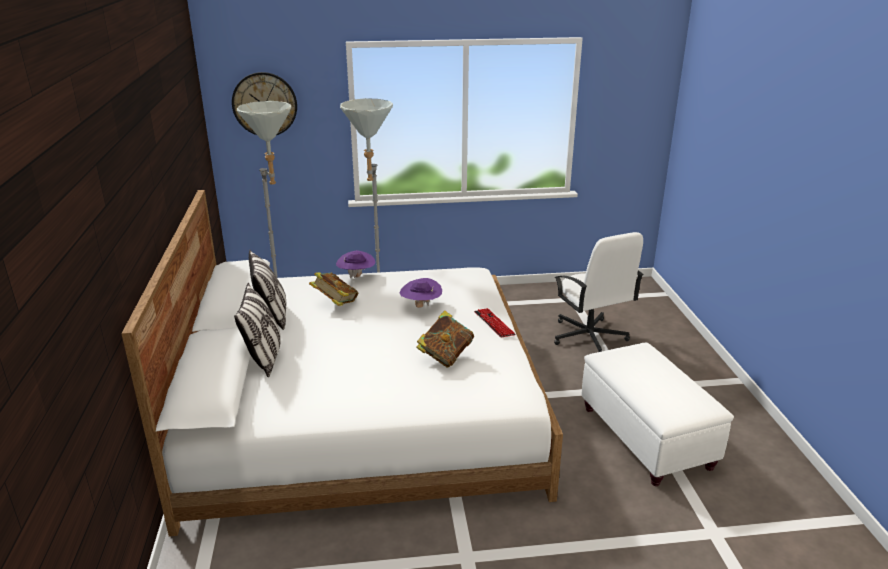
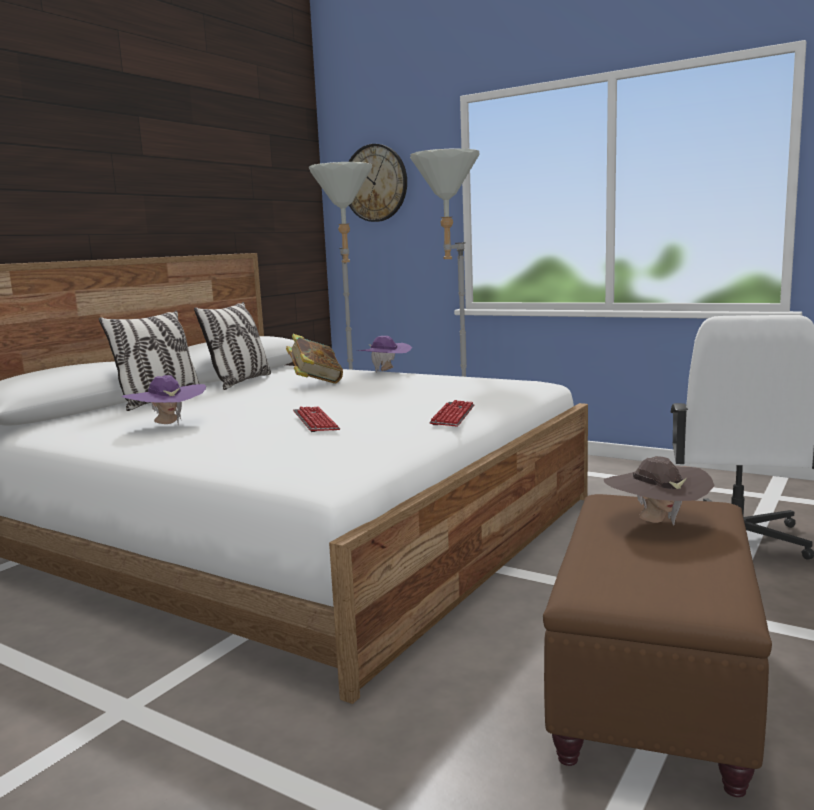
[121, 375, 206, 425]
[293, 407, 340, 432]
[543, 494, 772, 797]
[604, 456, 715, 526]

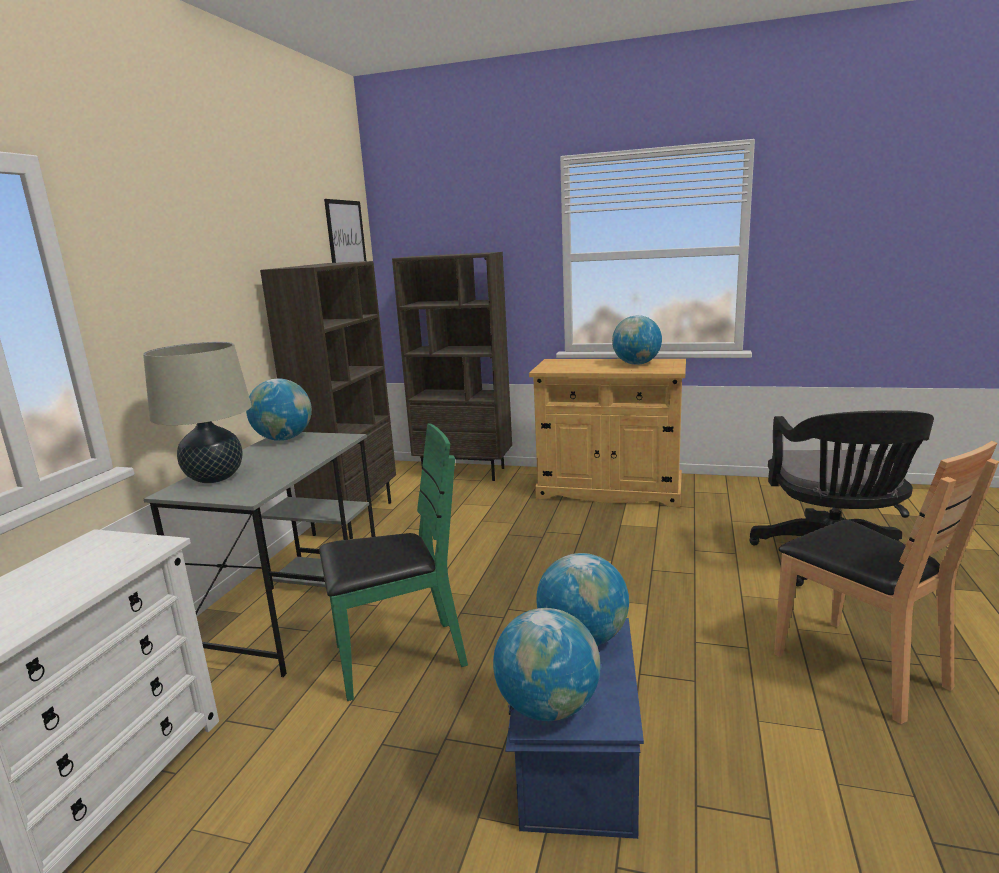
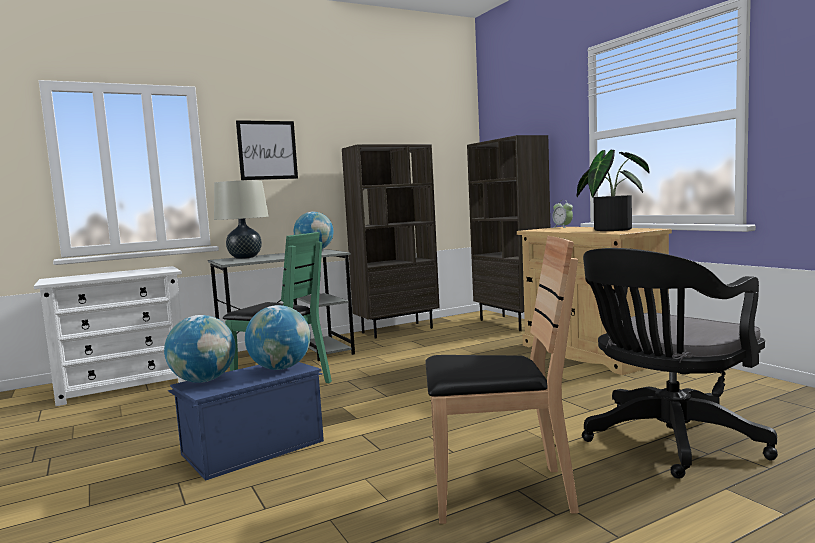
[236, 120, 298, 180]
[426, 236, 579, 524]
[552, 201, 573, 228]
[576, 150, 650, 231]

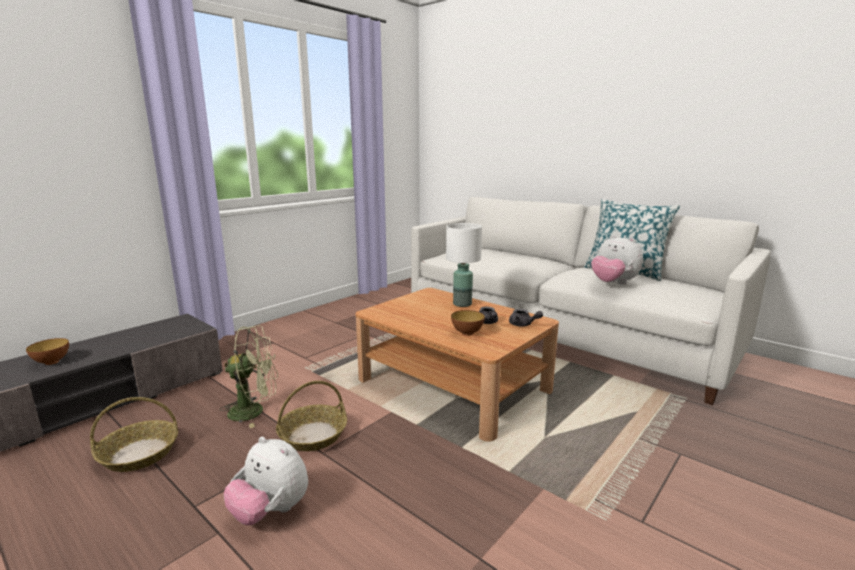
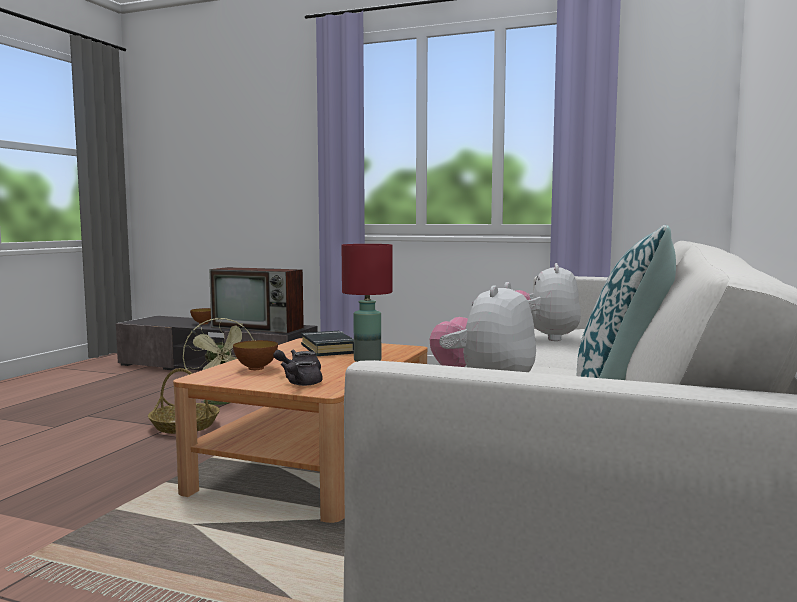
[209, 267, 304, 333]
[301, 331, 354, 356]
[342, 244, 392, 362]
[516, 263, 581, 341]
[90, 397, 178, 472] (first image)

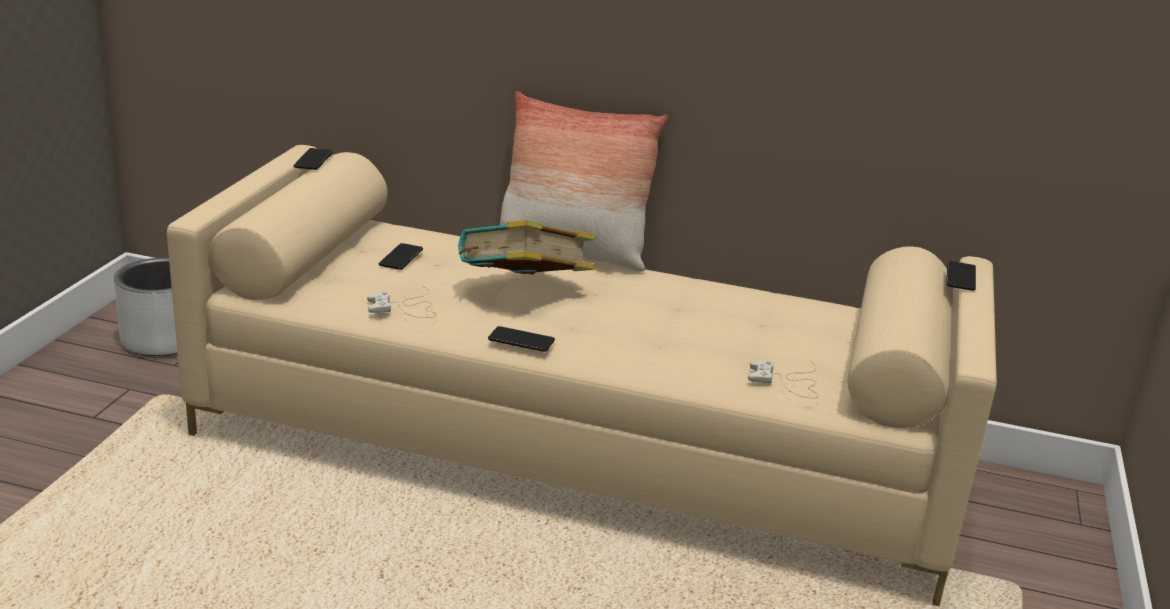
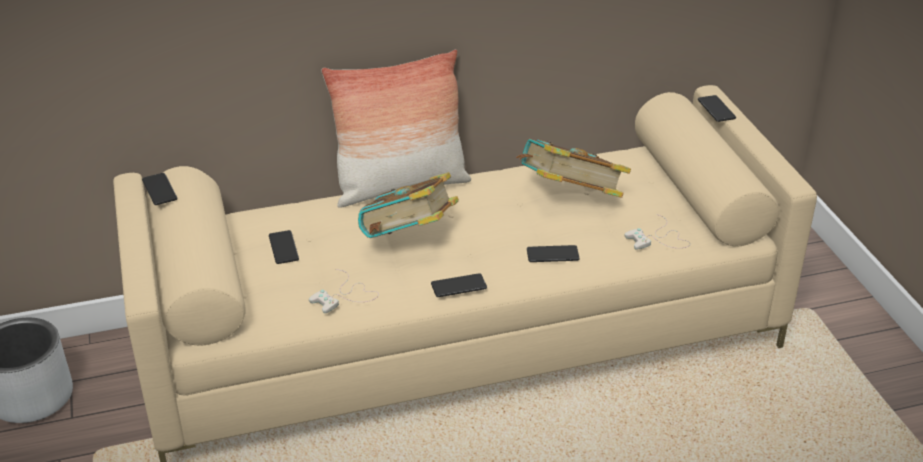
[516, 139, 631, 198]
[527, 245, 580, 262]

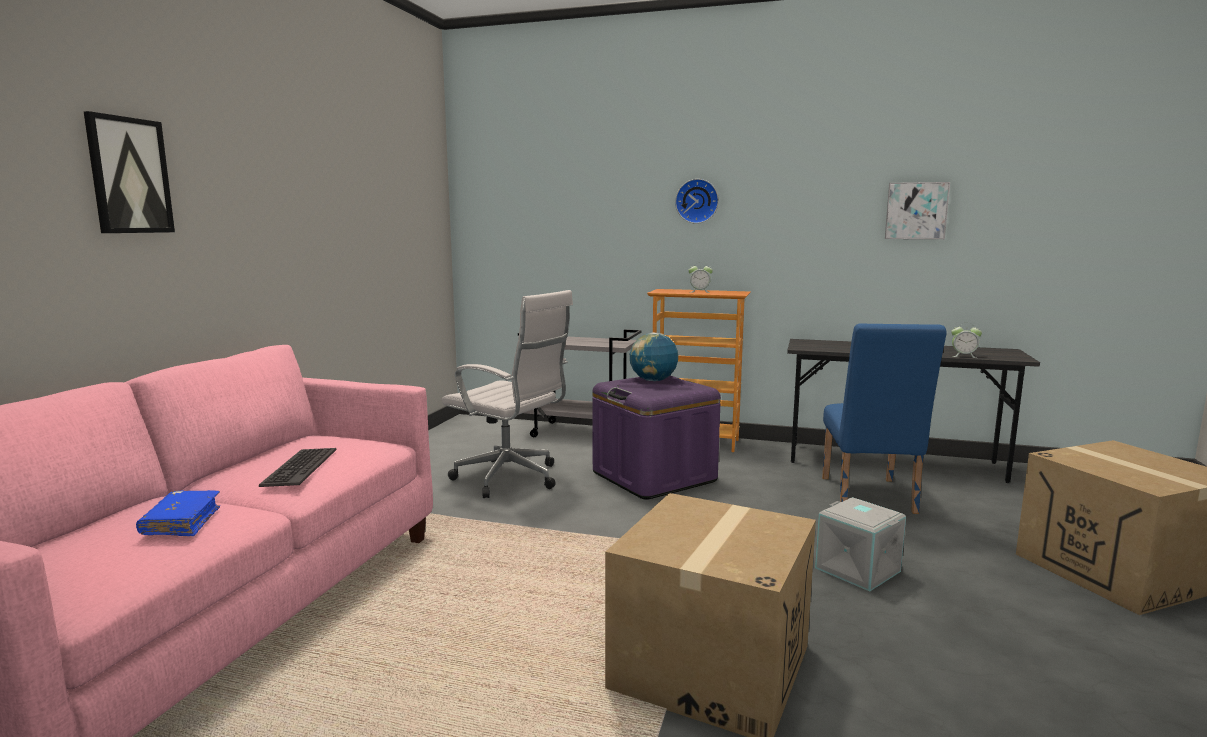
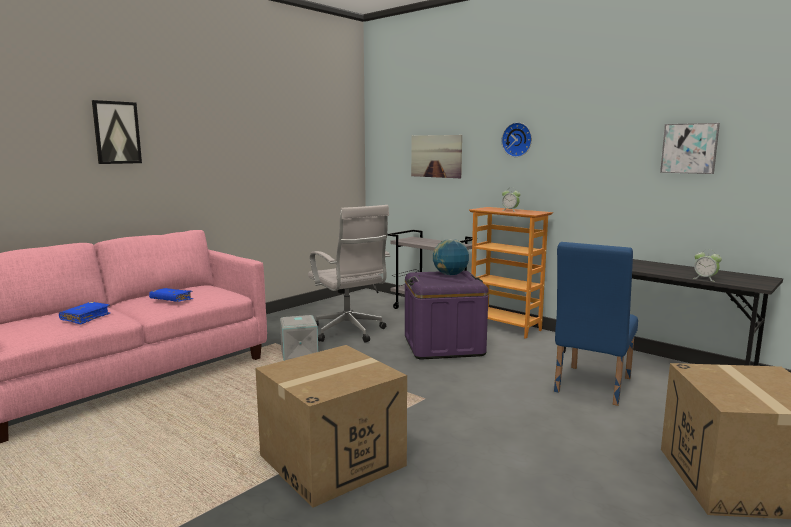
[149, 288, 193, 302]
[280, 315, 318, 361]
[411, 135, 462, 178]

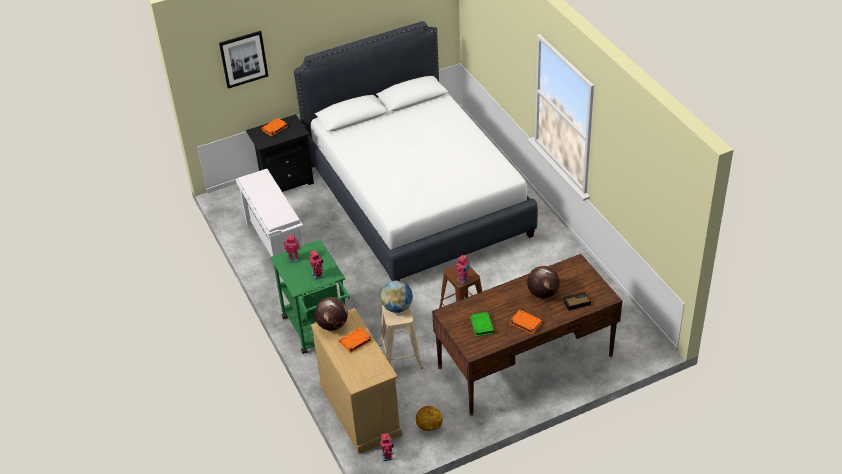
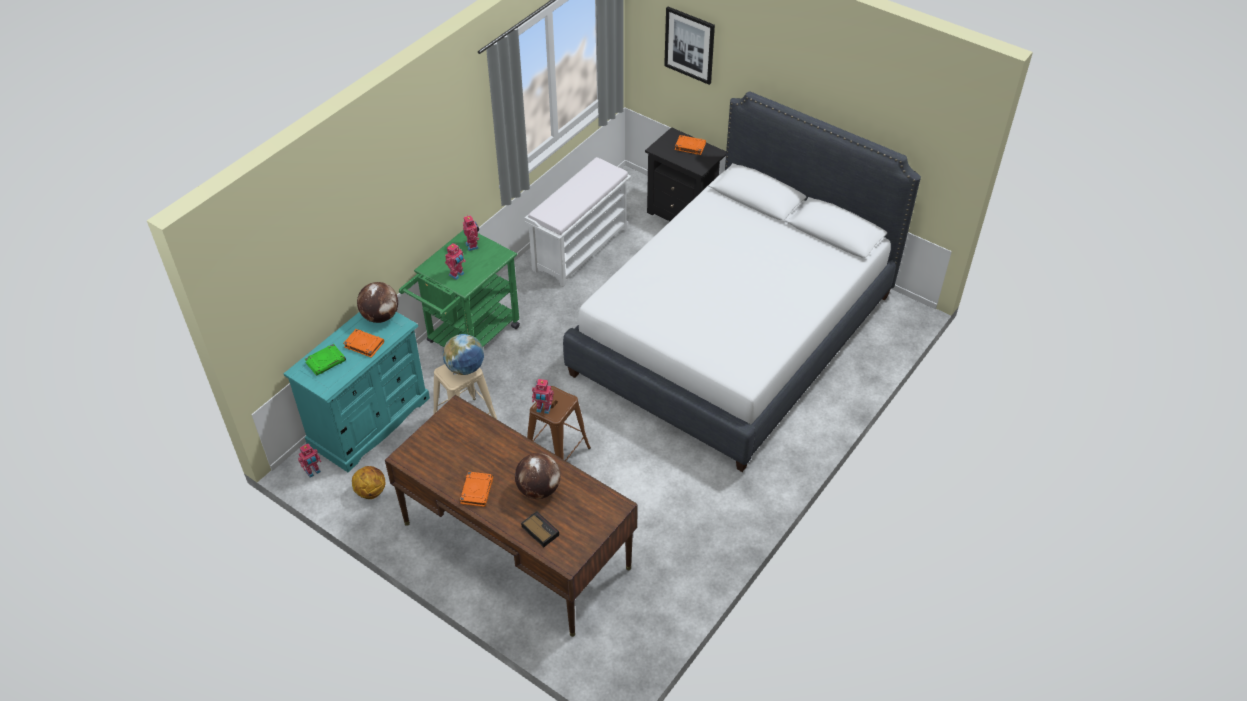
[283, 312, 430, 472]
[305, 344, 346, 376]

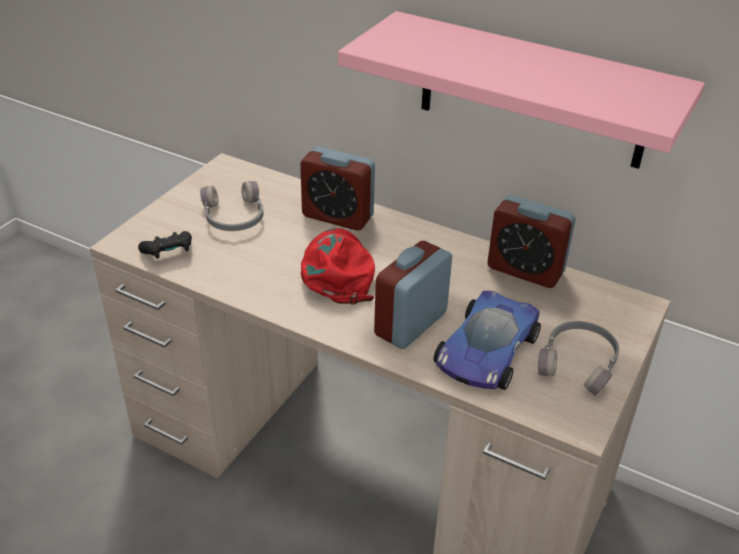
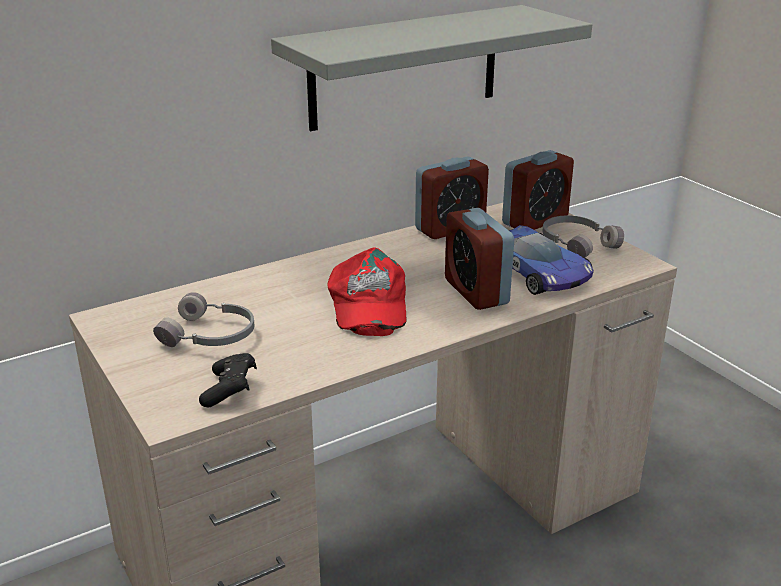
[271, 5, 592, 131]
[327, 247, 407, 336]
[502, 150, 574, 230]

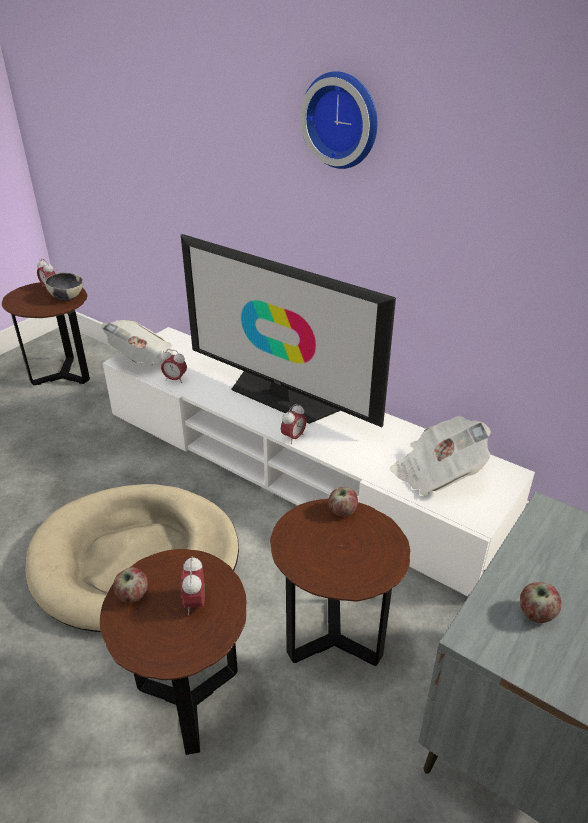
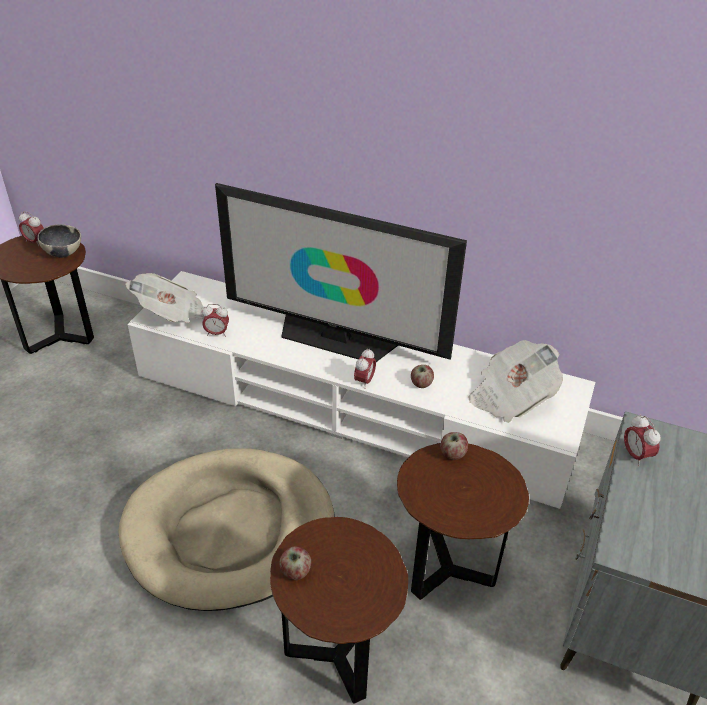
[411, 365, 434, 388]
[624, 415, 661, 466]
[300, 71, 377, 169] (first image)

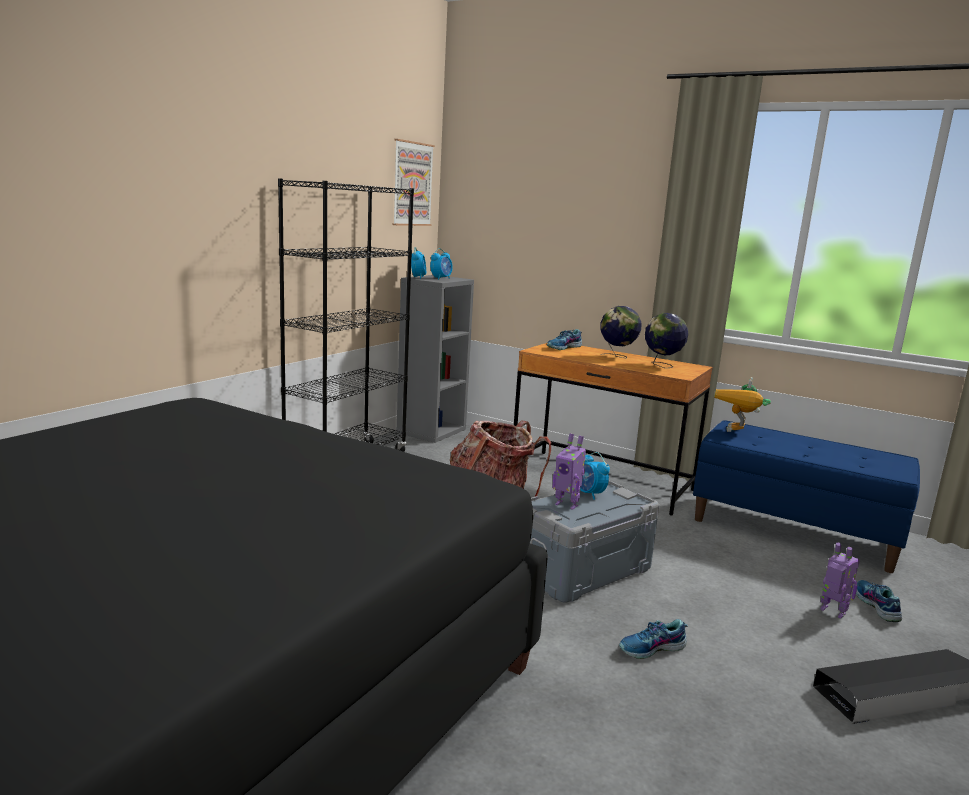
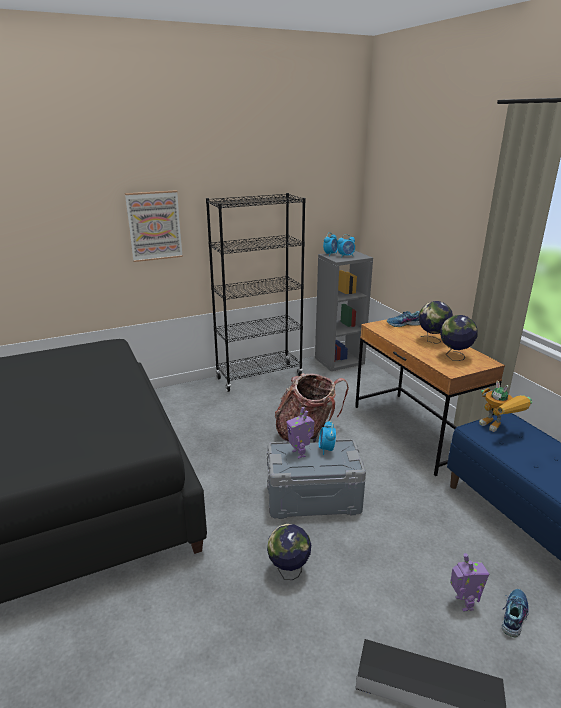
[125, 190, 183, 262]
[267, 524, 311, 580]
[479, 381, 532, 432]

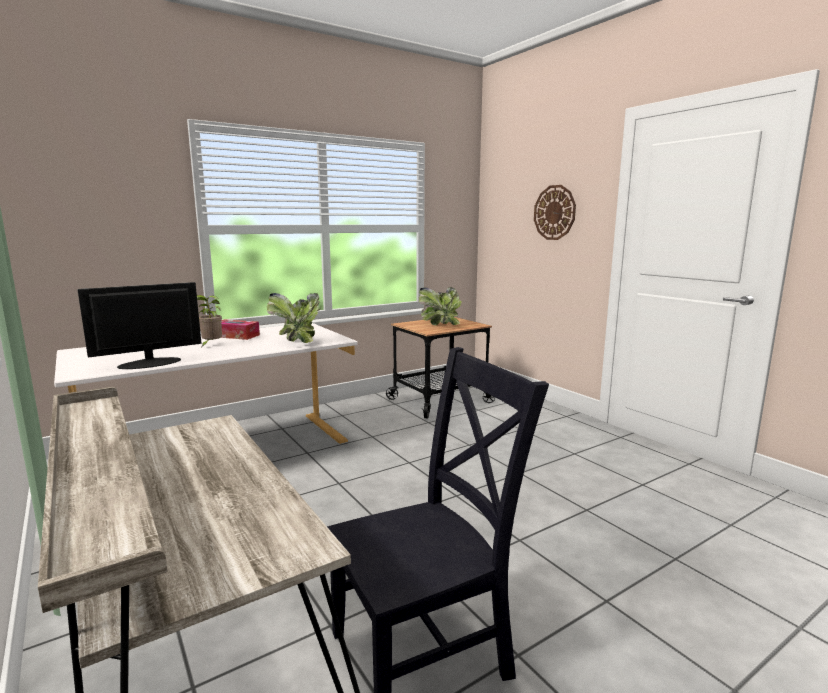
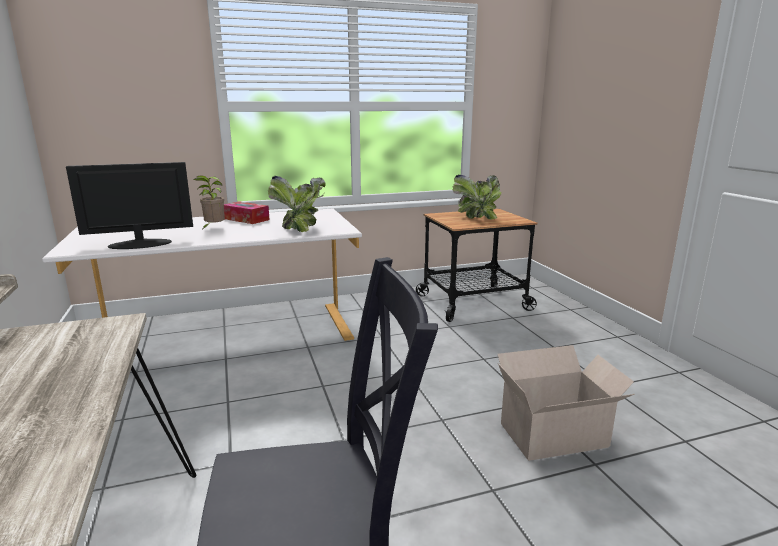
[498, 345, 635, 461]
[534, 185, 576, 240] (first image)

